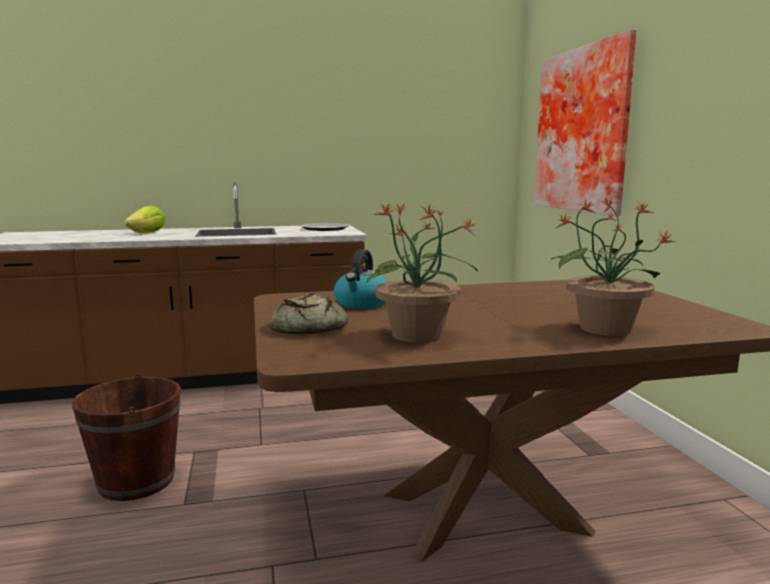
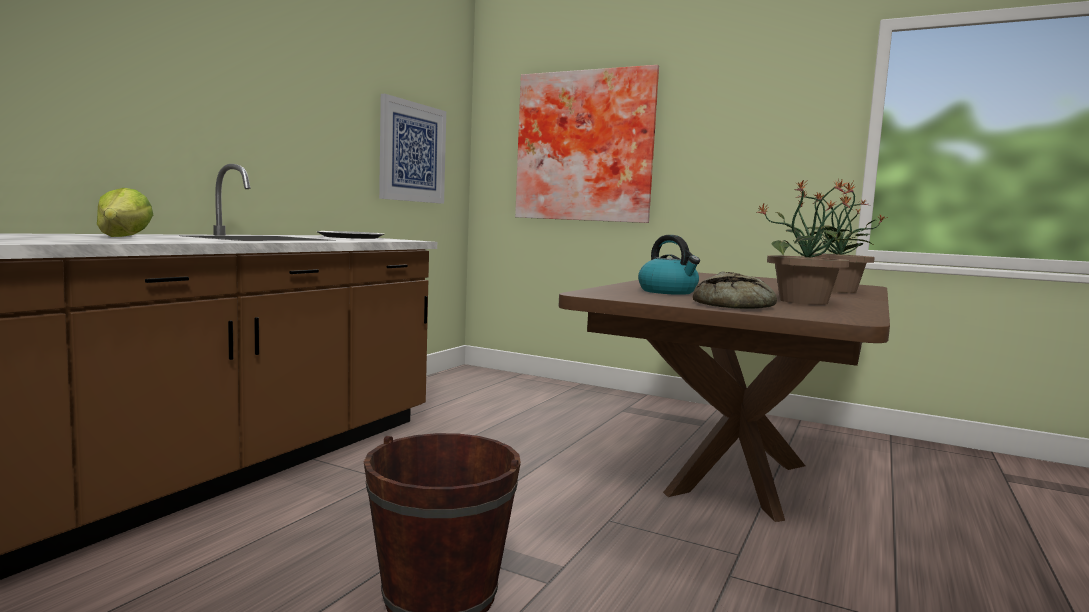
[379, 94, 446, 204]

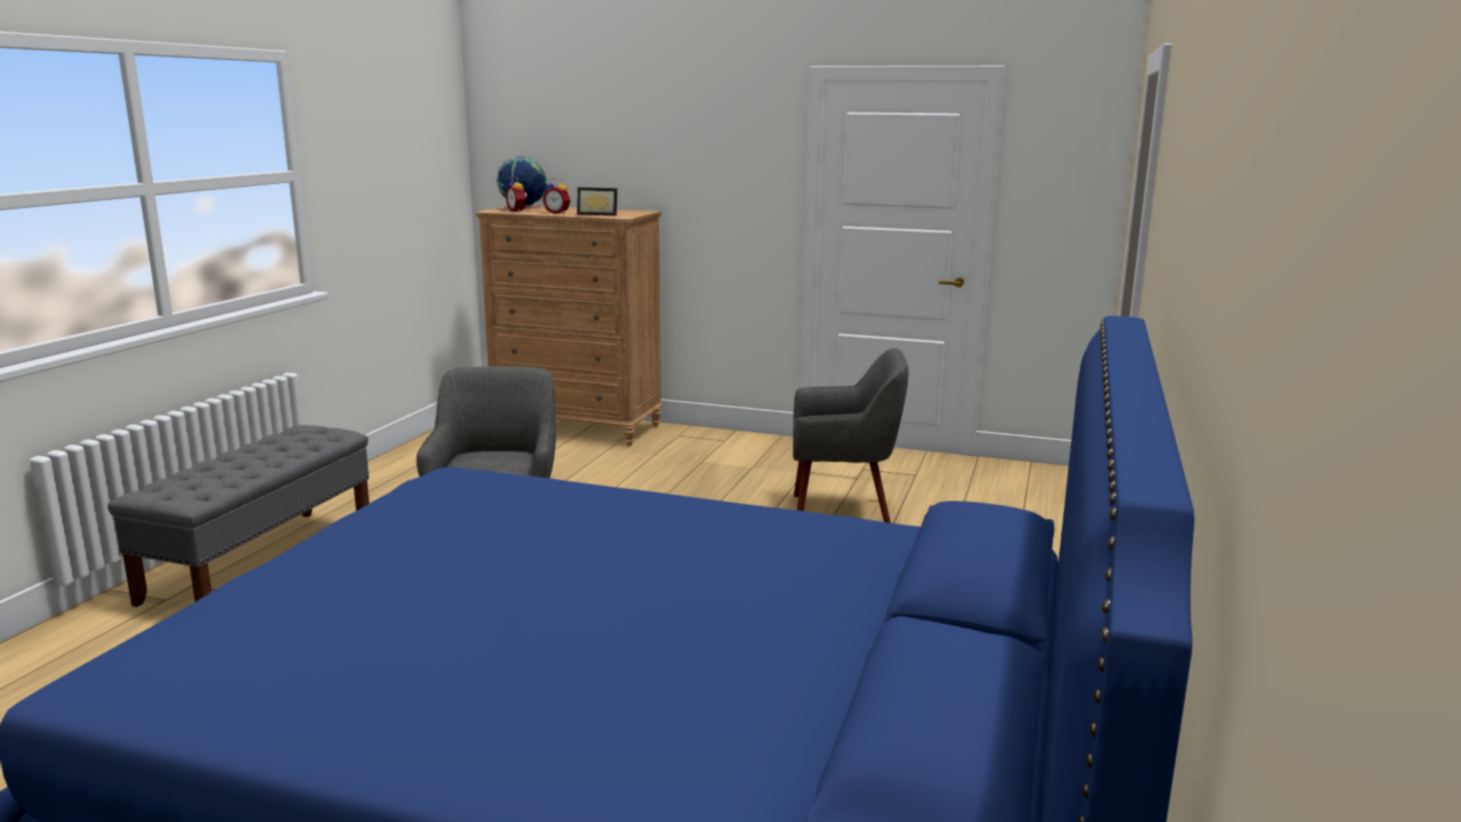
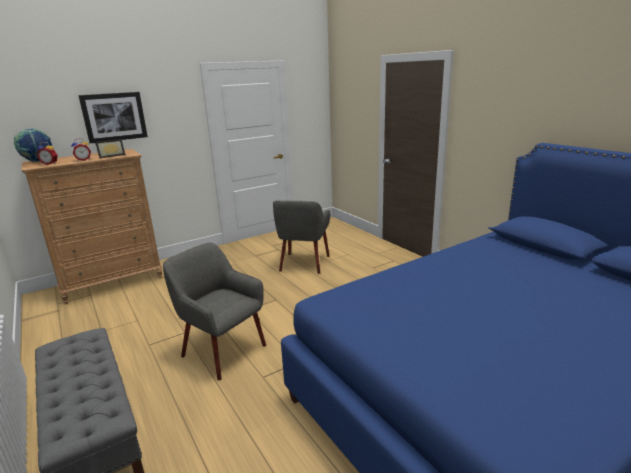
[78, 92, 148, 143]
[273, 200, 330, 274]

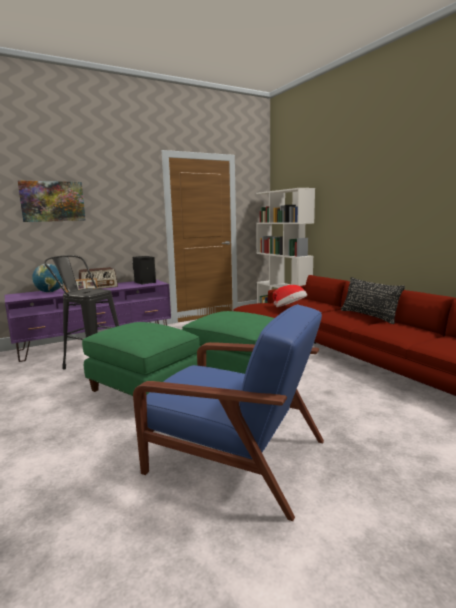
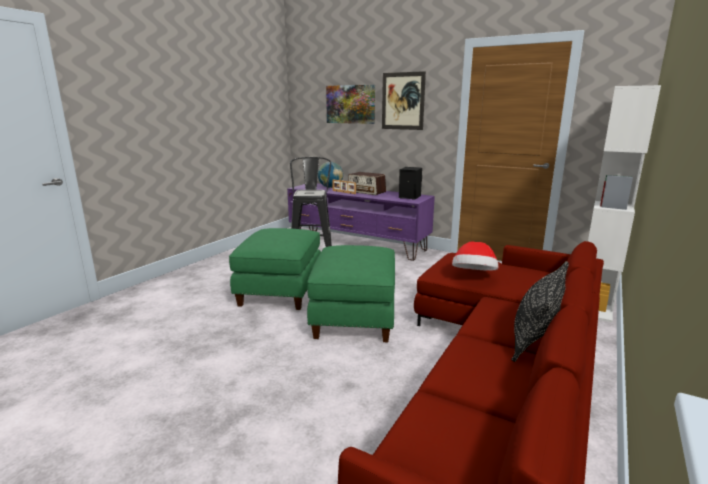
[382, 71, 426, 130]
[133, 304, 324, 521] (first image)

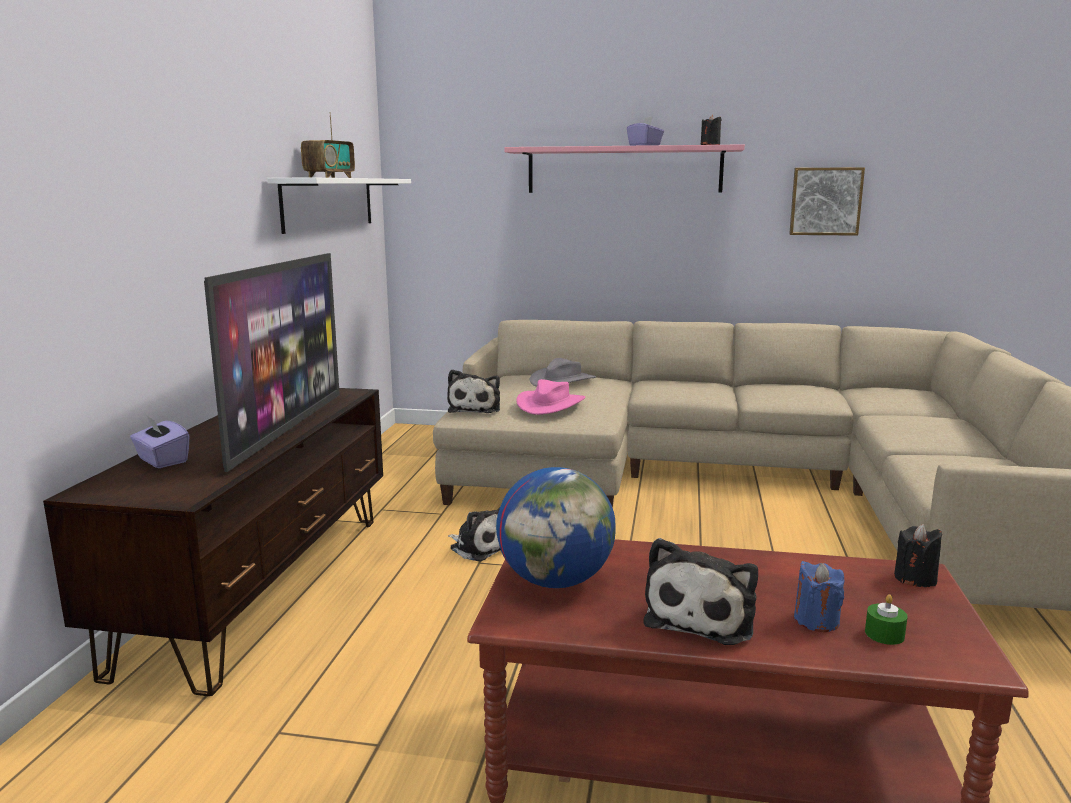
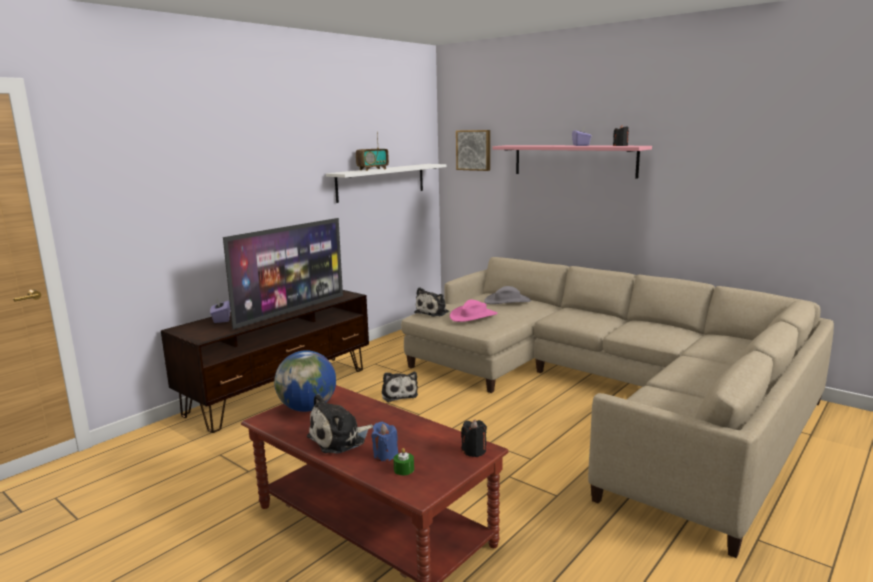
[456, 130, 490, 171]

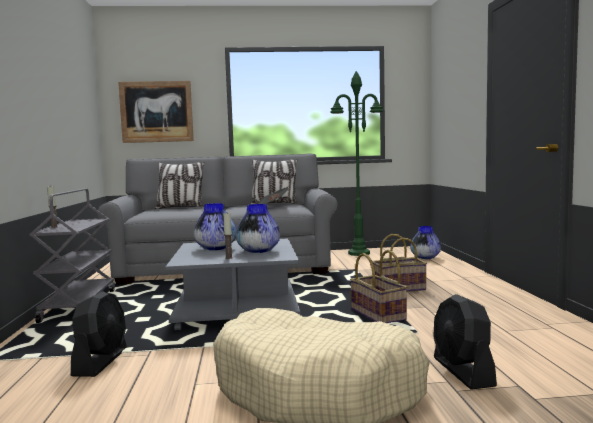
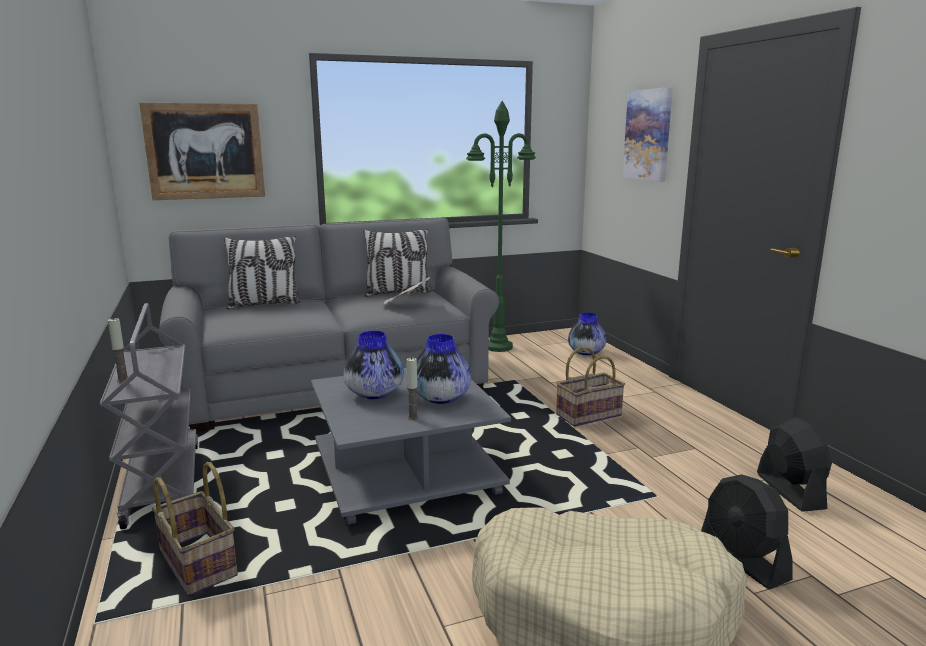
[152, 462, 238, 596]
[622, 87, 673, 182]
[757, 417, 832, 512]

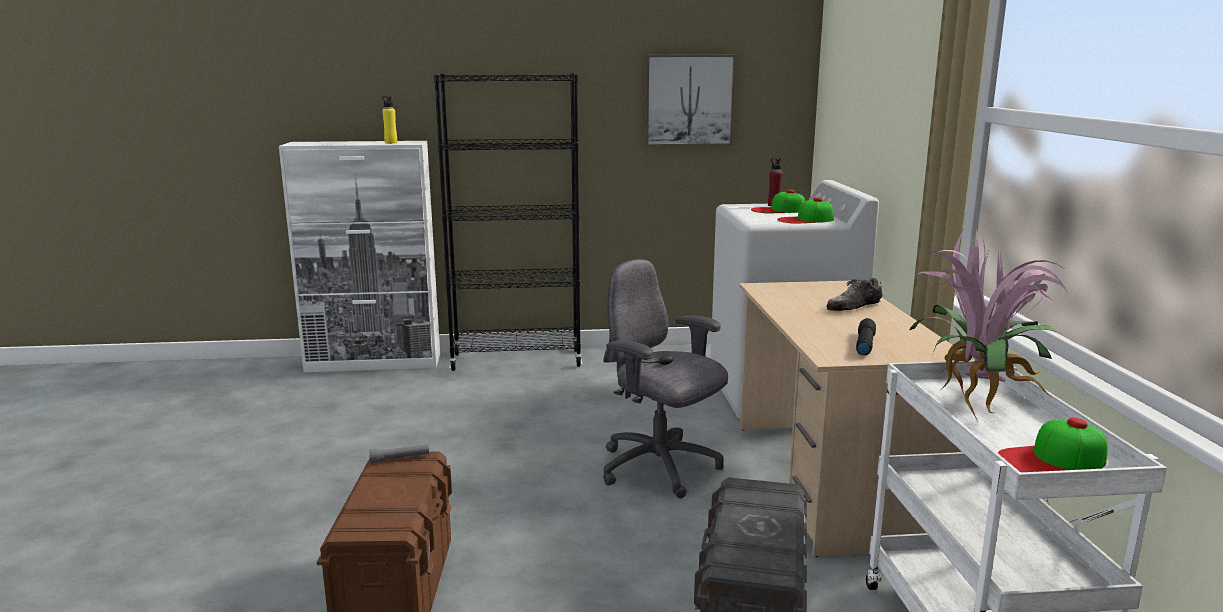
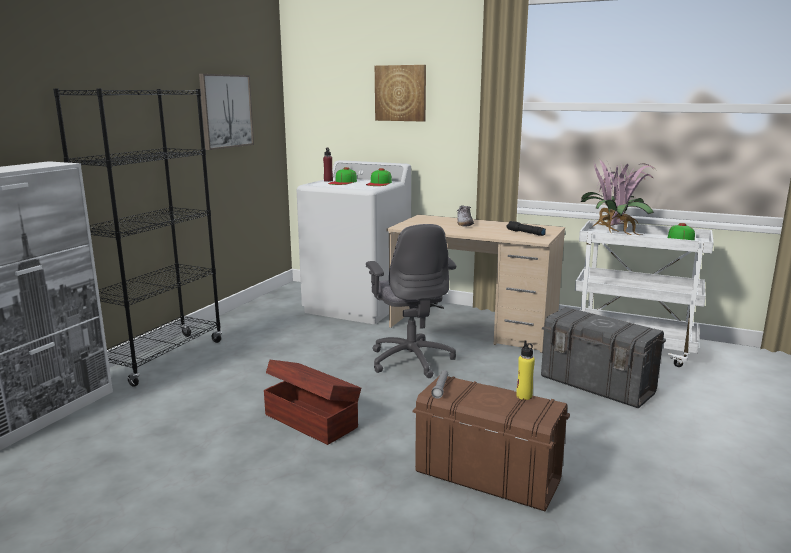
[264, 360, 361, 445]
[366, 224, 456, 378]
[375, 65, 426, 122]
[516, 340, 535, 400]

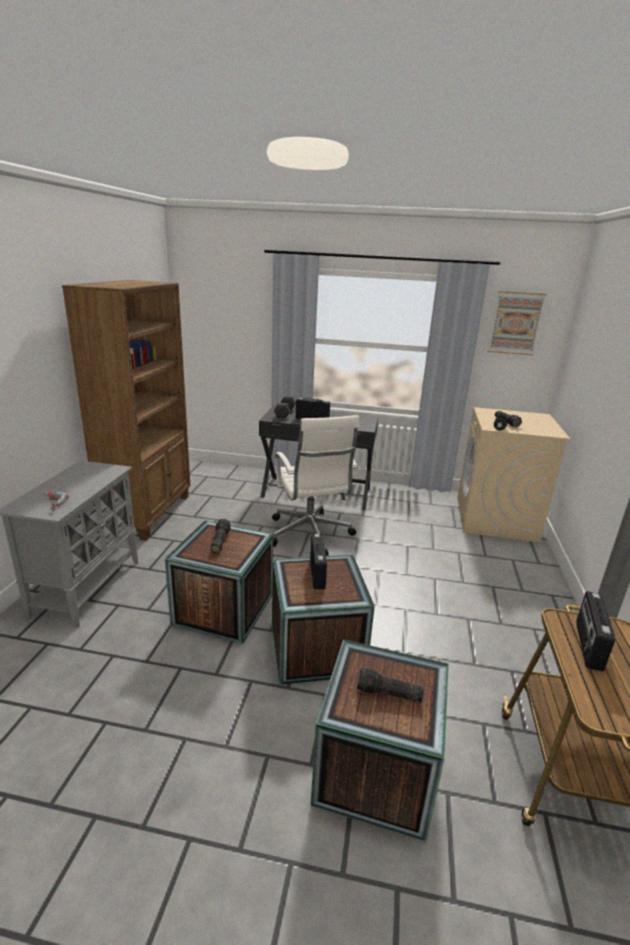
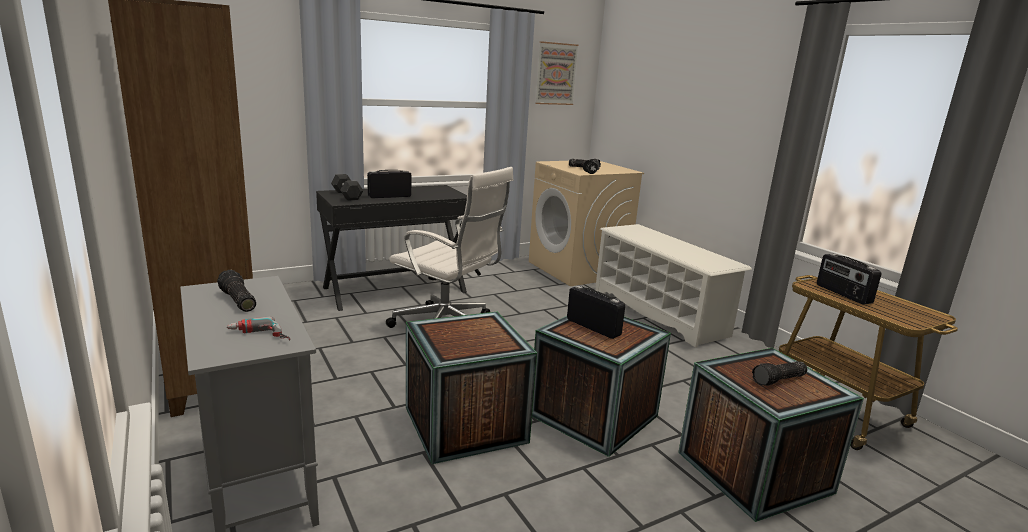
[217, 270, 256, 312]
[595, 224, 752, 347]

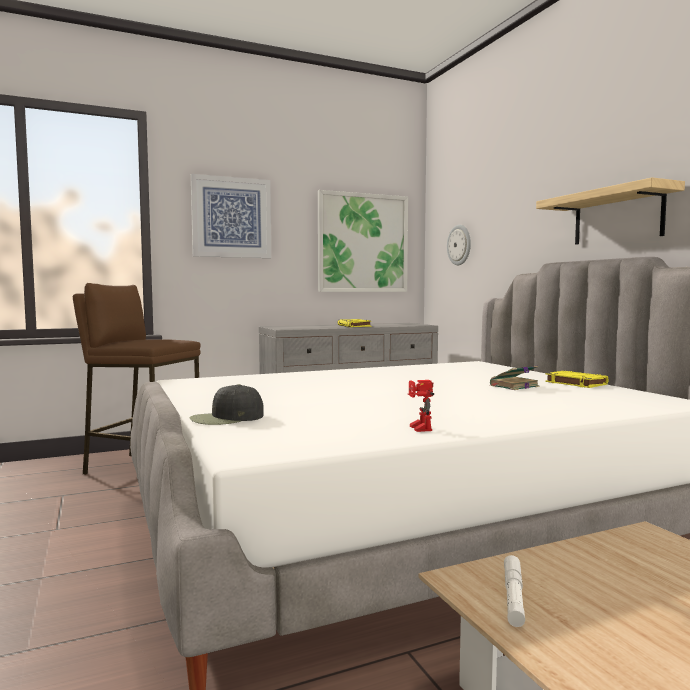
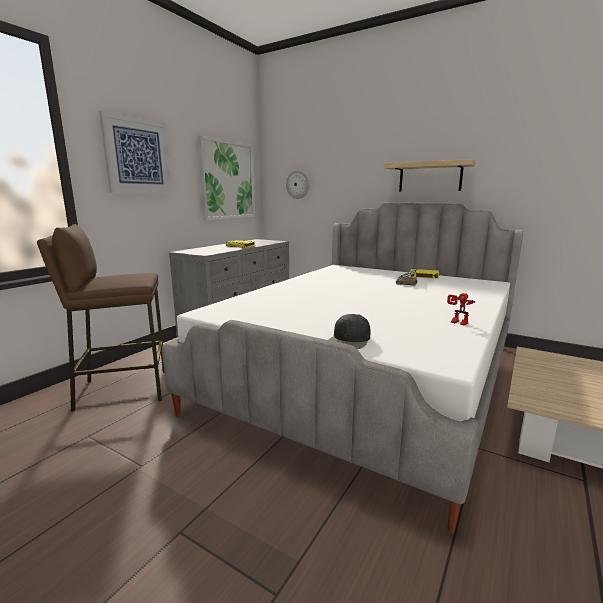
[504, 555, 525, 627] (first image)

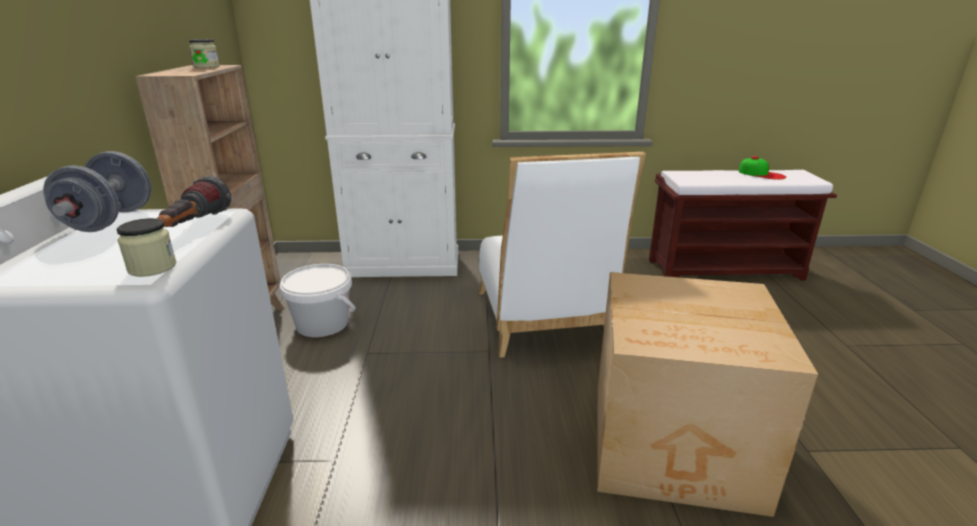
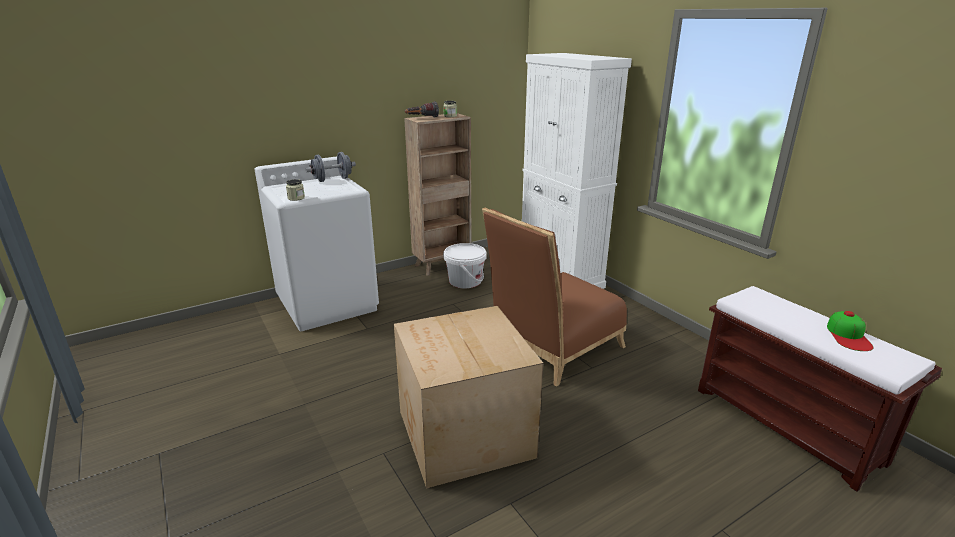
[405, 101, 439, 118]
[482, 208, 627, 386]

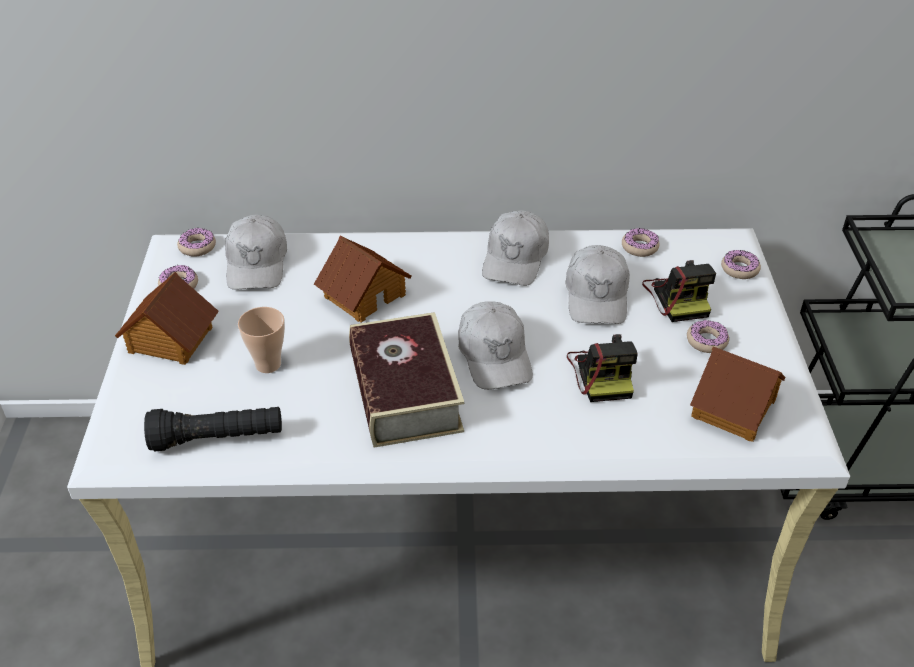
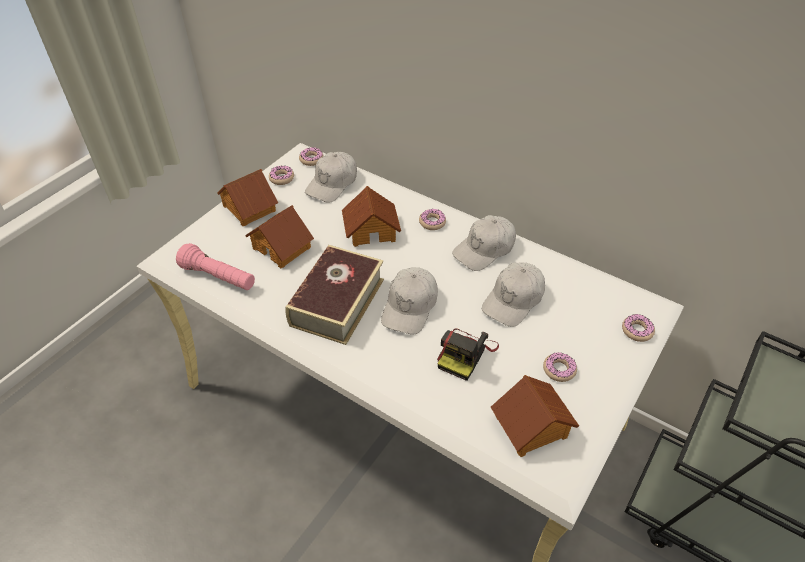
[176, 243, 255, 290]
[245, 205, 314, 268]
[419, 208, 446, 230]
[642, 260, 716, 322] (first image)

